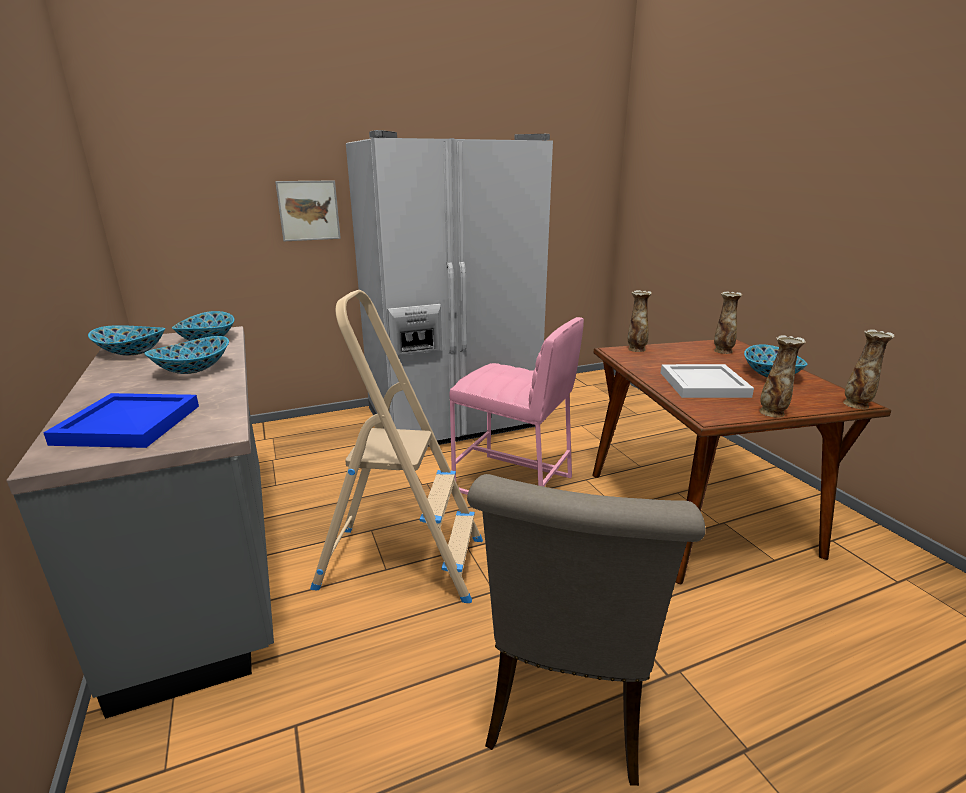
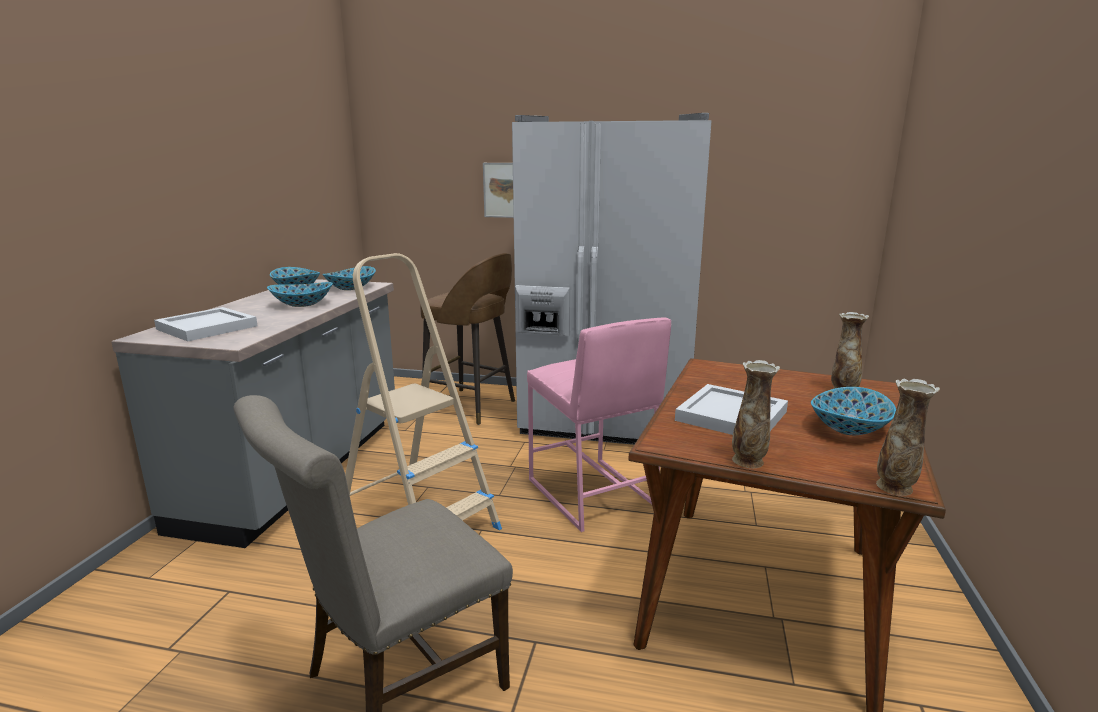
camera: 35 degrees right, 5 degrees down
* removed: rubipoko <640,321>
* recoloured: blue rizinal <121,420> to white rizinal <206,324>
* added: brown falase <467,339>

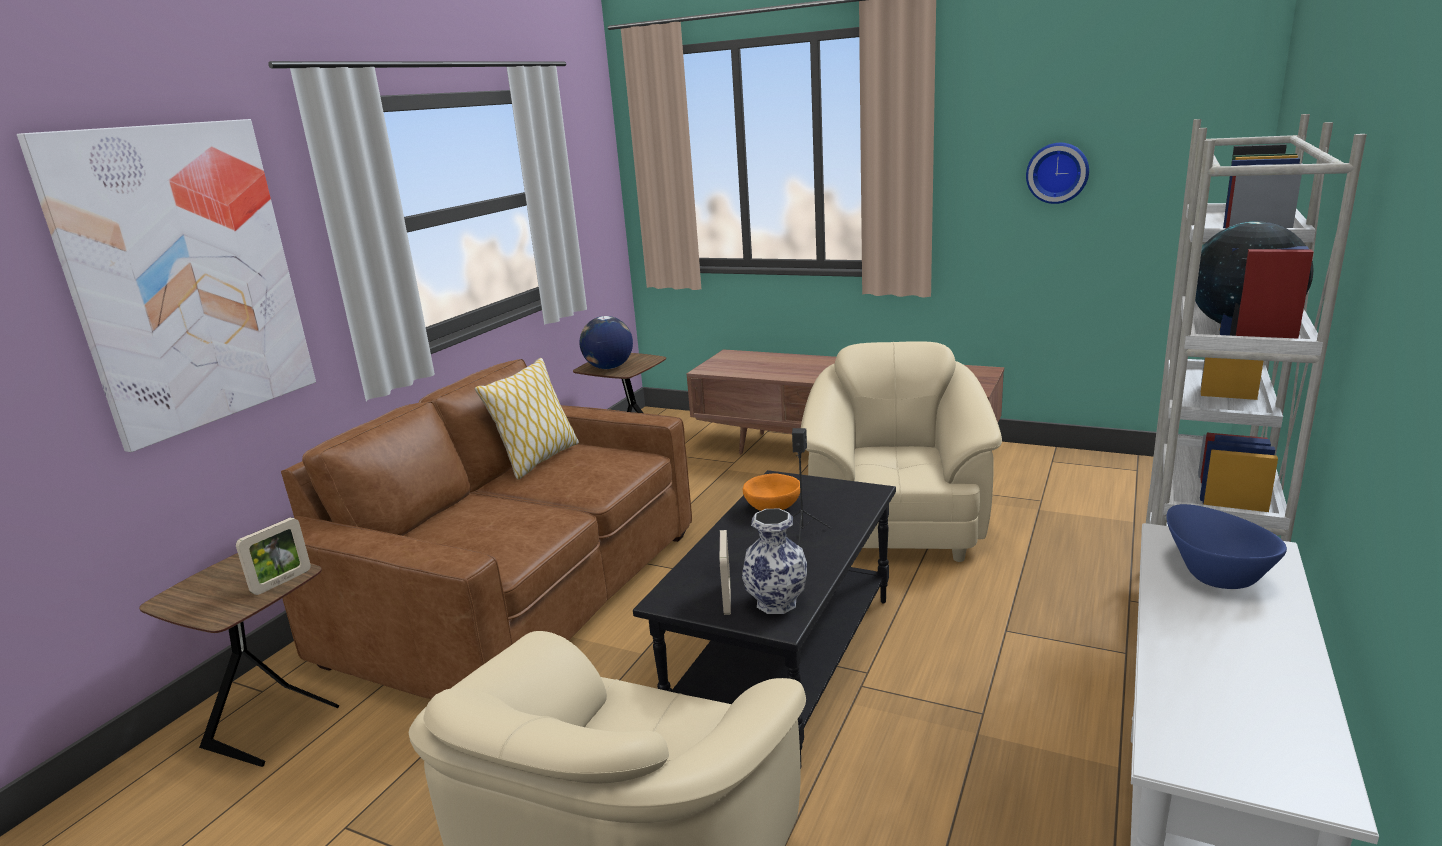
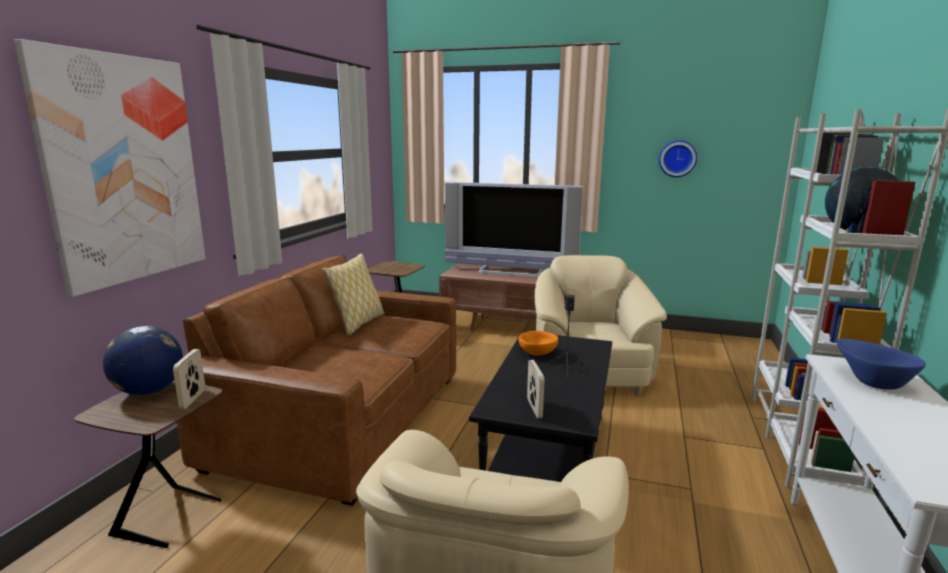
camera: 10 degrees left, 5 degrees down
* moved: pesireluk <606,342> to <143,360>
* removed: rubipoko <774,561>
* turned: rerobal <273,556> = <189,379> 150 degrees clockwise
* added: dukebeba <514,229>

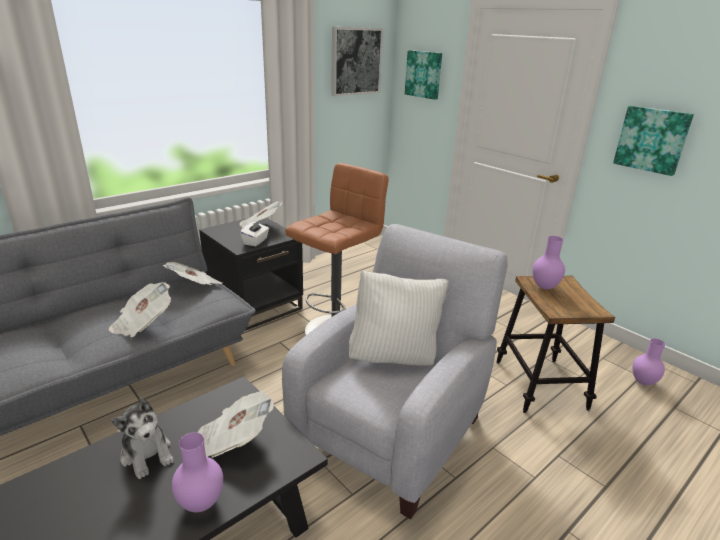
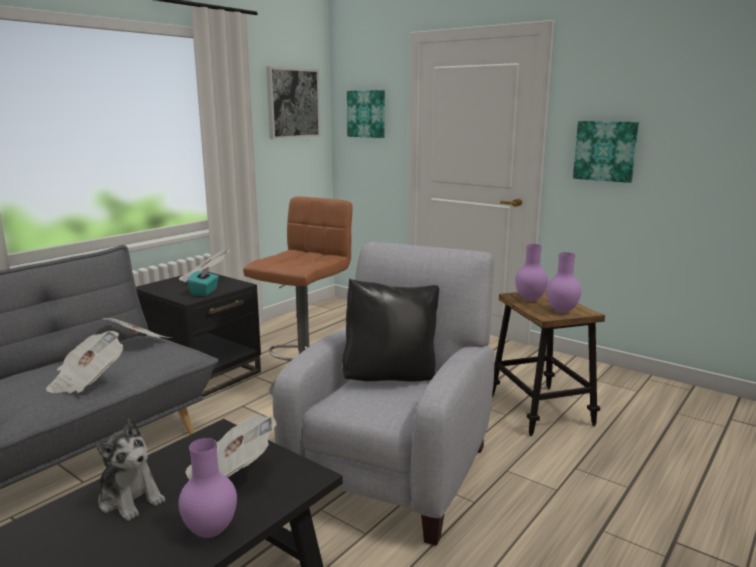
camera: 10 degrees left, 10 degrees down
* recoloured: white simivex <254,233> to turquoise simivex <203,281>
* recoloured: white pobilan <399,318> to black pobilan <390,330>
* moved: purple rubipoko <648,361> to <564,282>

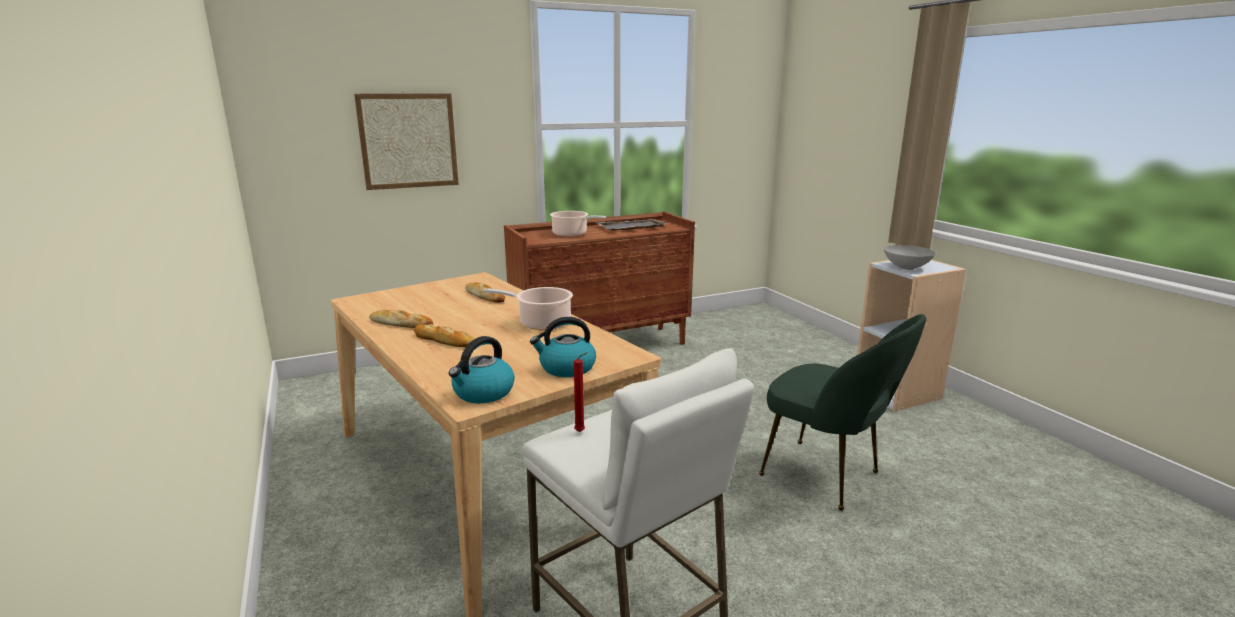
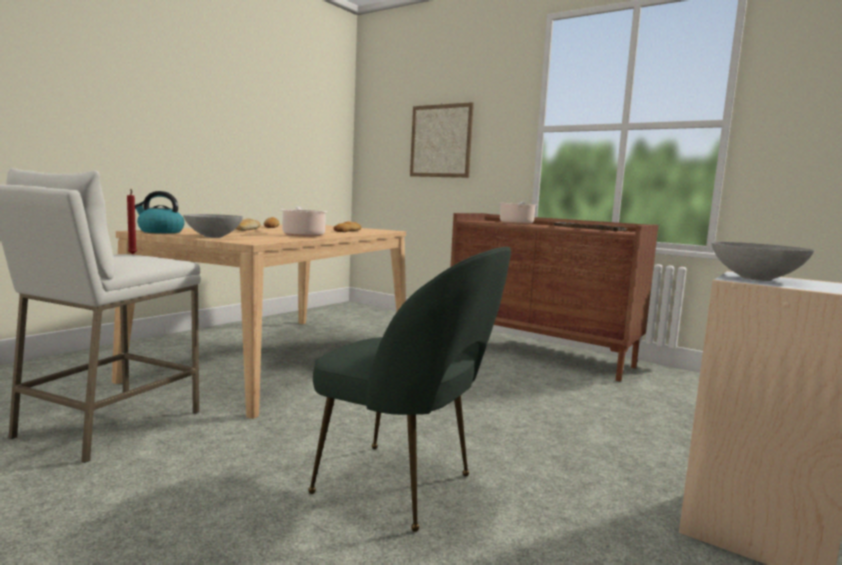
camera: 60 degrees right, 10 degrees down
* turned: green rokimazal <843,412> = <409,389> 75 degrees counterclockwise
* replaced: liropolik <563,347> to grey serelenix <213,226>

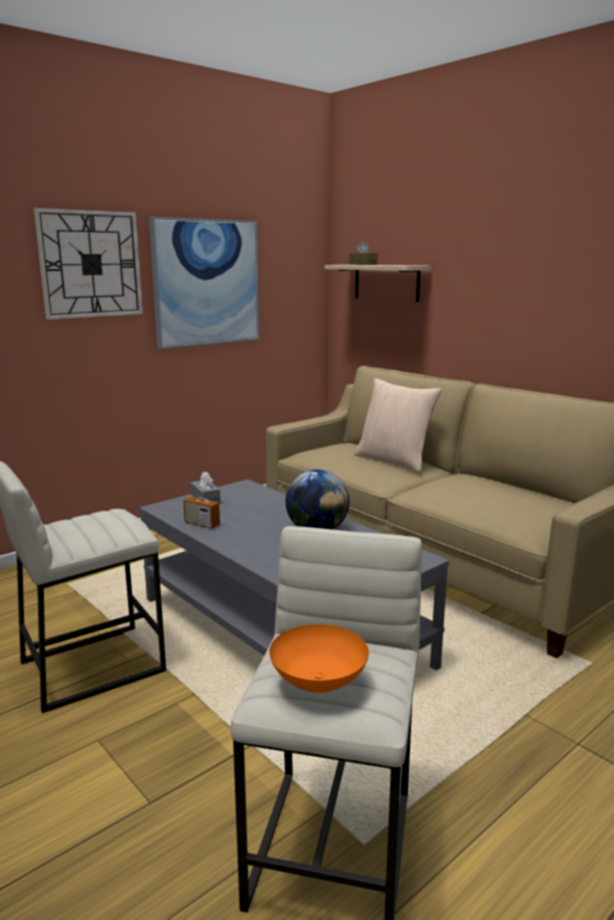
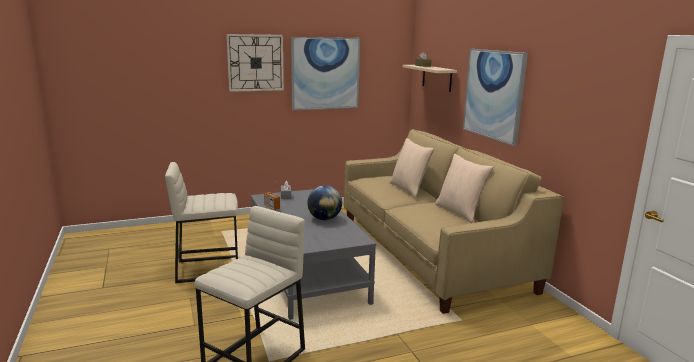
camera: 20 degrees right, 0 degrees up
* removed: orange serelenix <319,658>
* added: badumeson <495,97>
* added: beige pobilan <464,188>

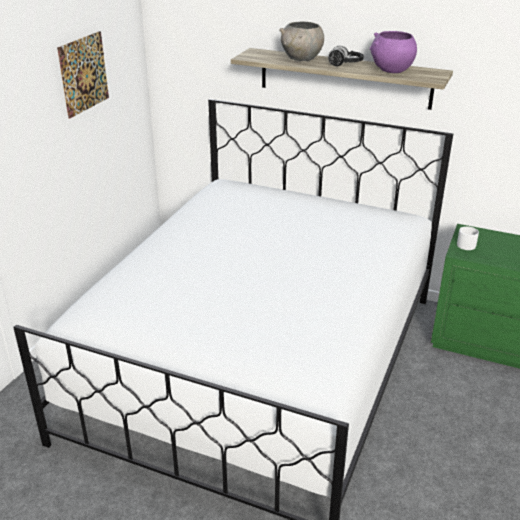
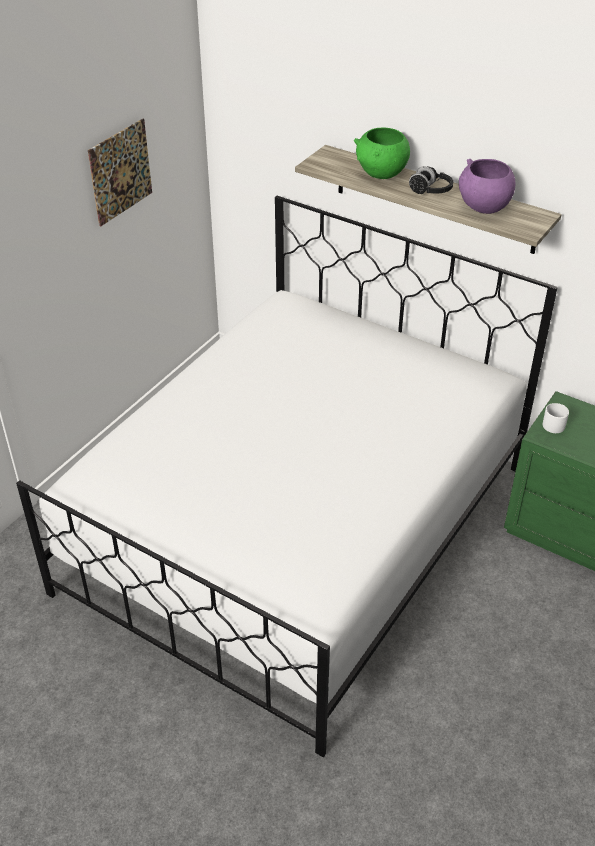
camera: 10 degrees right, 10 degrees up
* recoloured: grey serelenix <301,41> to green serelenix <382,153>

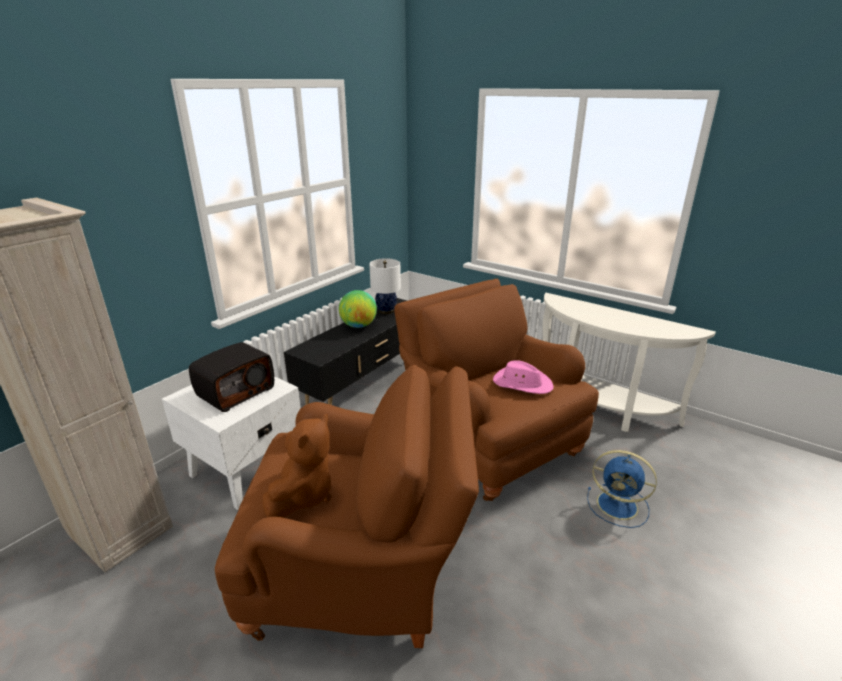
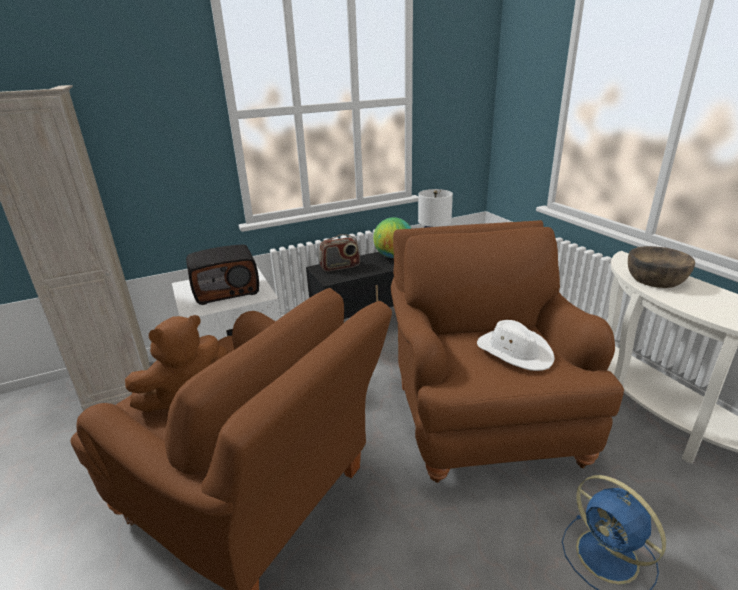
camera: 30 degrees right, 0 degrees up
* recoloured: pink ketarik <523,377> to white ketarik <516,345>
* added: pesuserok <339,252>
* added: brown serelenix <661,267>

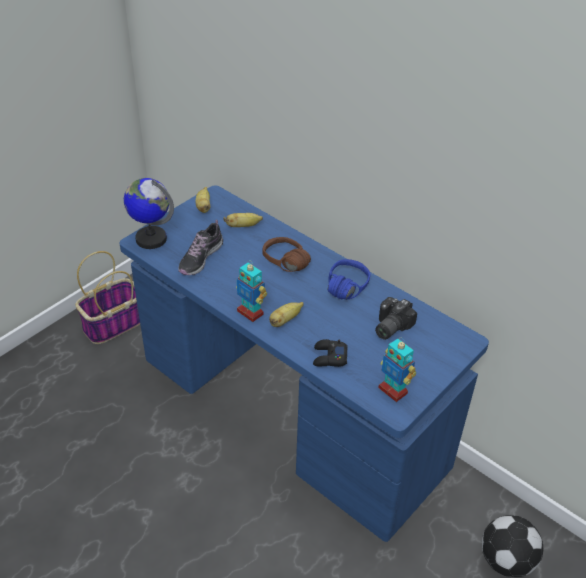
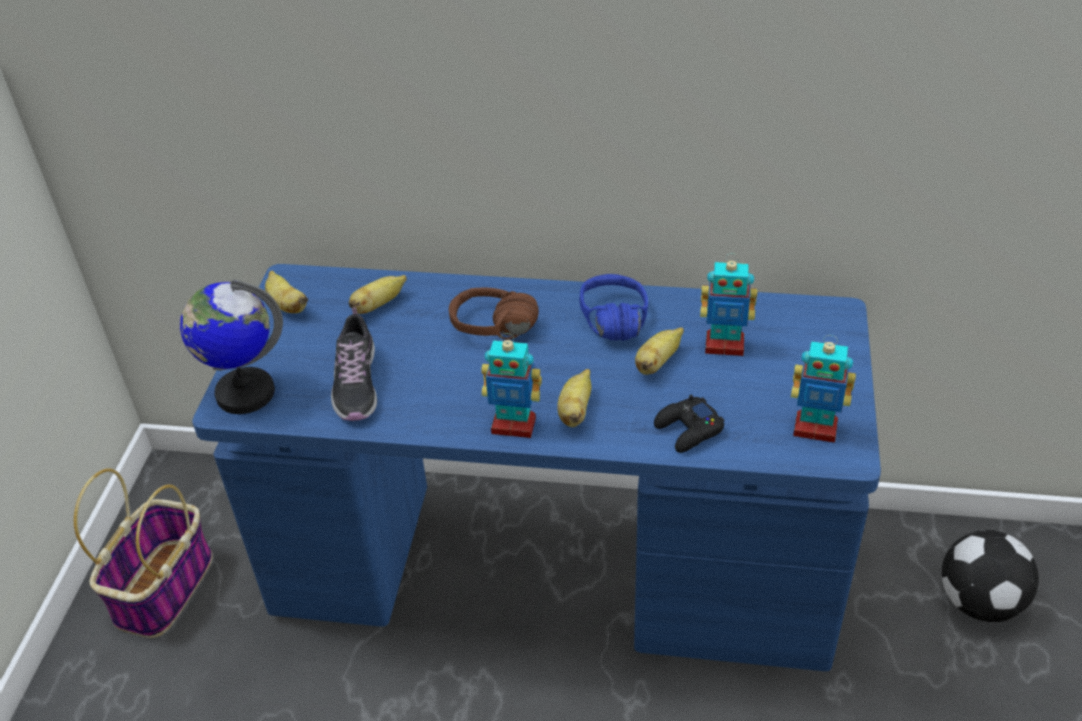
camera: 30 degrees left, 0 degrees up
* replaced: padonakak <396,318> to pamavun <728,304>
* added: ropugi <659,351>

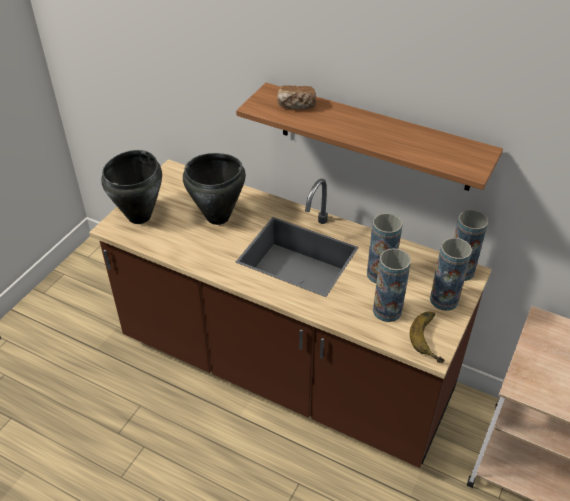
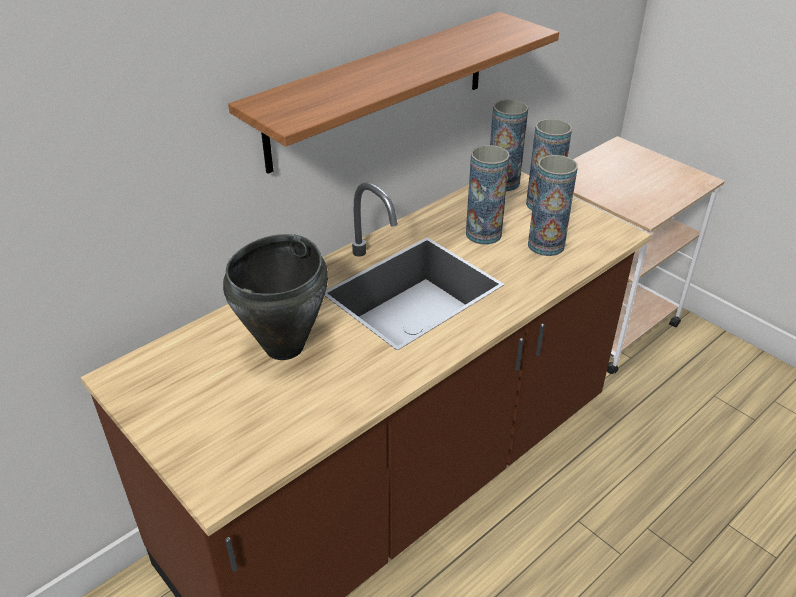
camera: 70 degrees left, 5 degrees down
* removed: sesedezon <296,97>
* removed: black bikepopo <131,187>
* removed: ropugi <427,337>

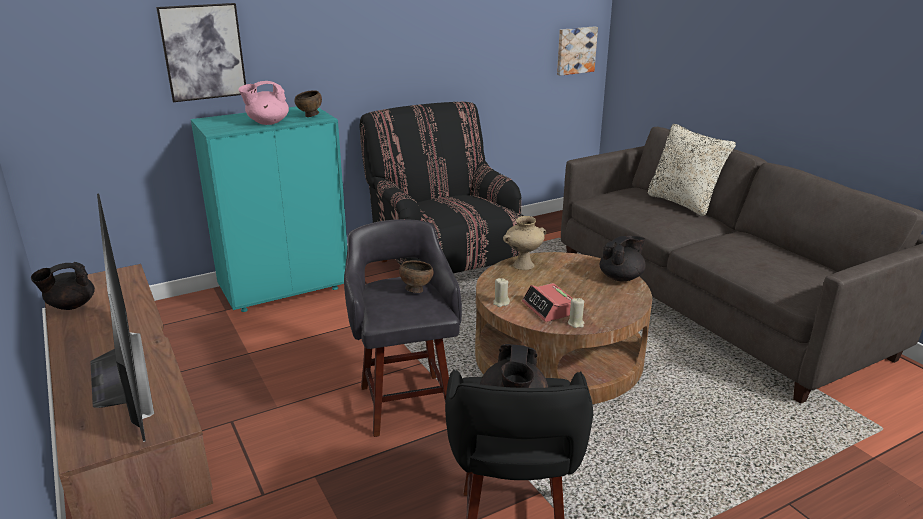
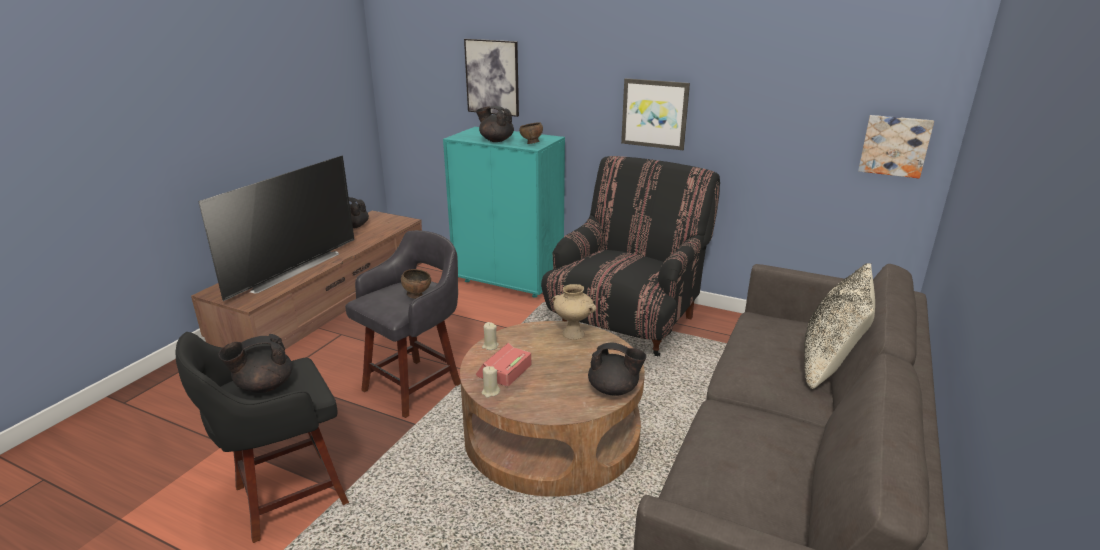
camera: 55 degrees right, 0 degrees up
* recoloured: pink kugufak <263,103> to black kugufak <495,124>
* added: badumeson <655,114>

